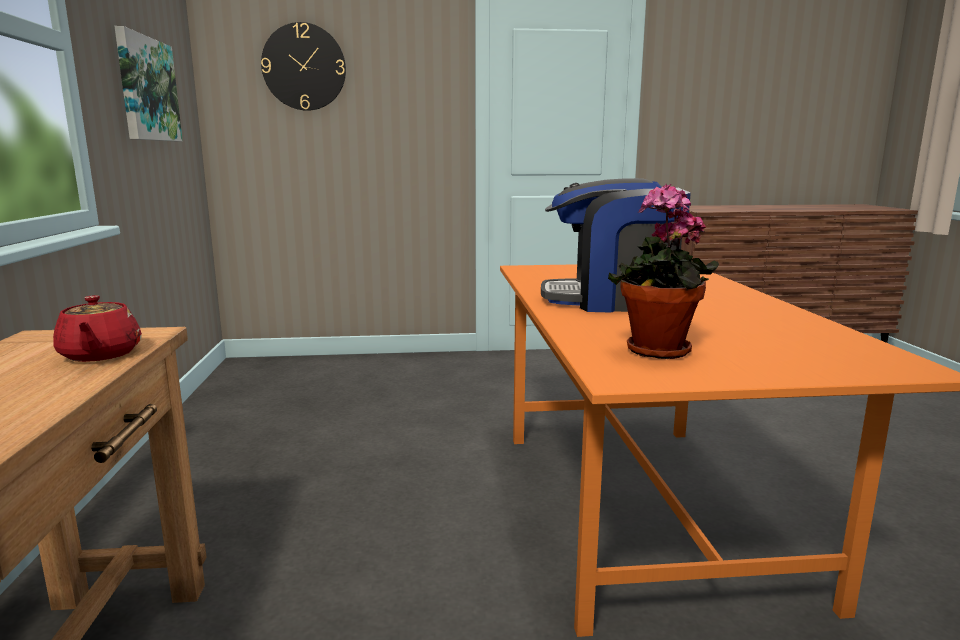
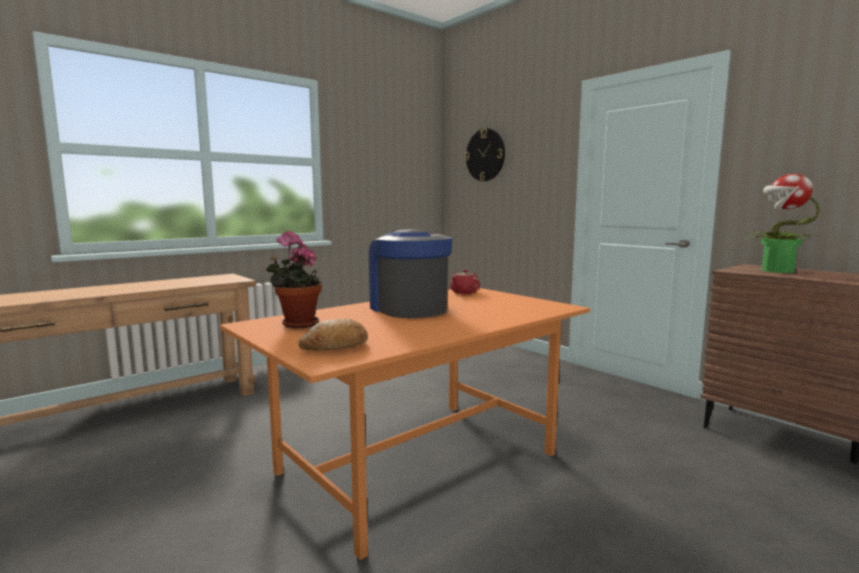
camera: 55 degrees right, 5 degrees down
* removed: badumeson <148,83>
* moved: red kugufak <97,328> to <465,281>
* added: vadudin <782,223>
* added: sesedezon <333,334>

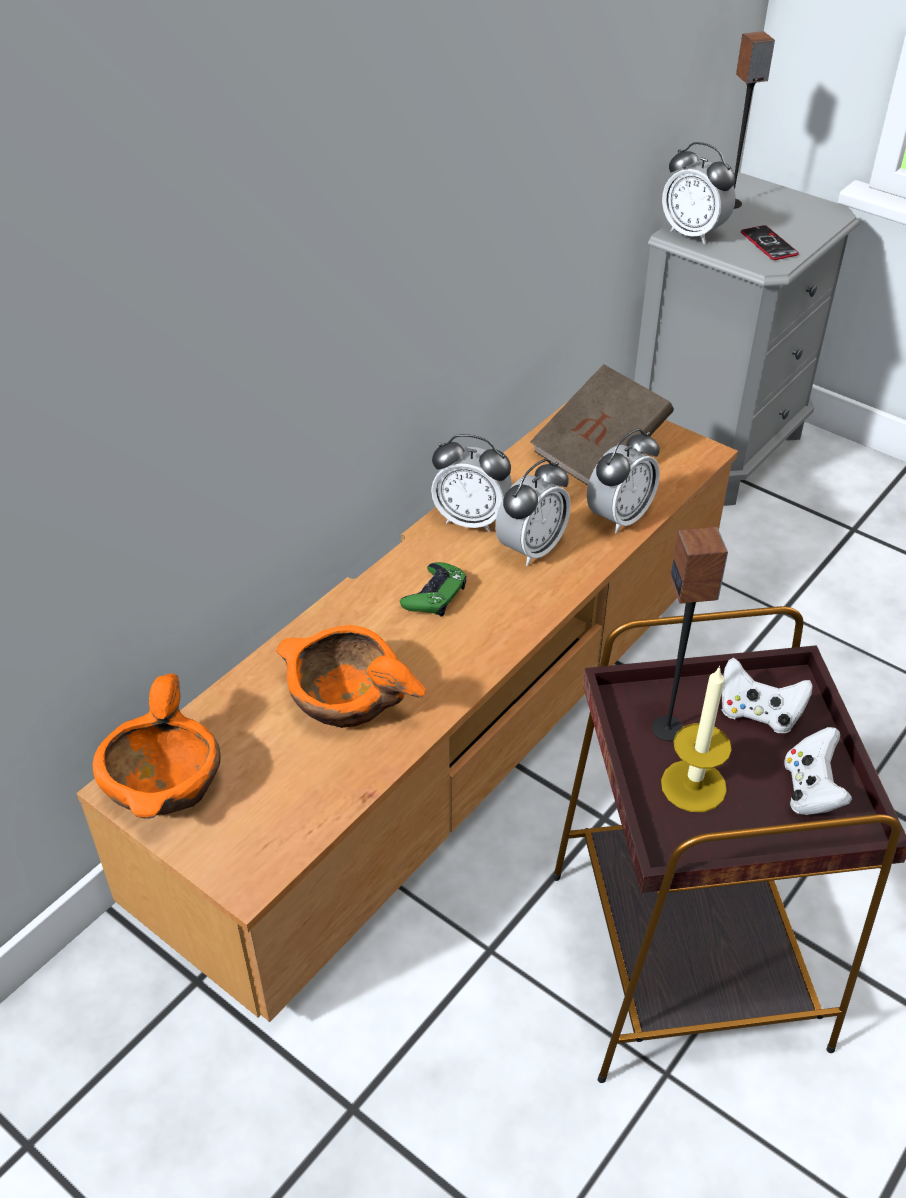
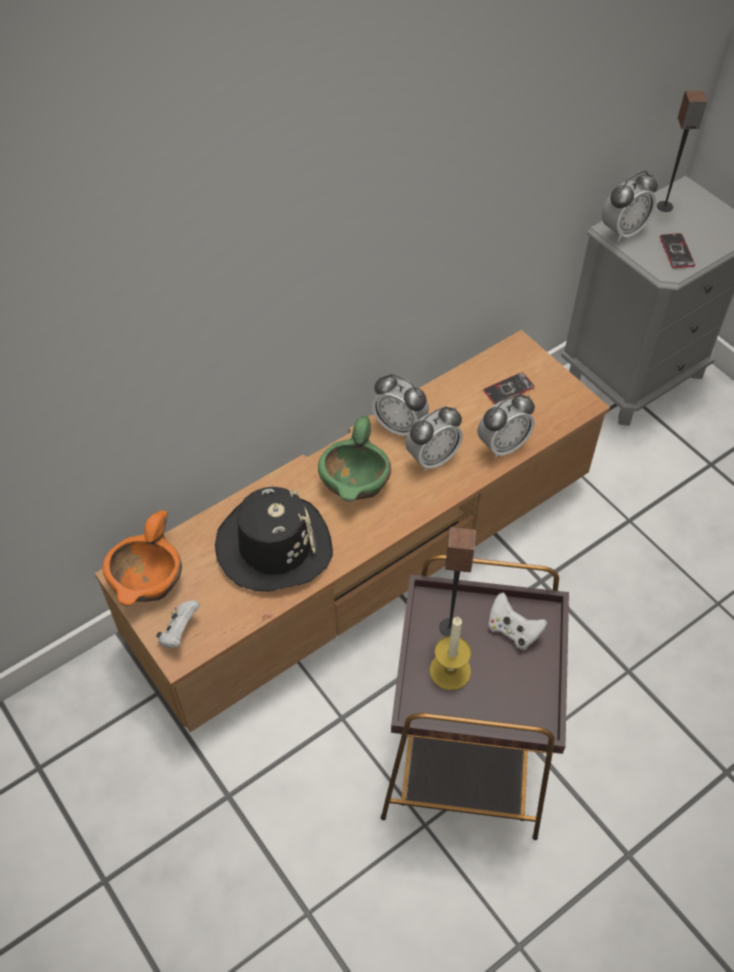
camera: 15 degrees right, 10 degrees up
* turned: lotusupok <699,193> = <630,206> 90 degrees counterclockwise
* replaced: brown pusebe <602,425> to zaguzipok <508,388>
* replaced: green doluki <433,589> to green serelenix <354,459>
* replaced: orange serelenix <351,676> to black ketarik <274,539>
* moved: white doluki <818,771> to <178,624>

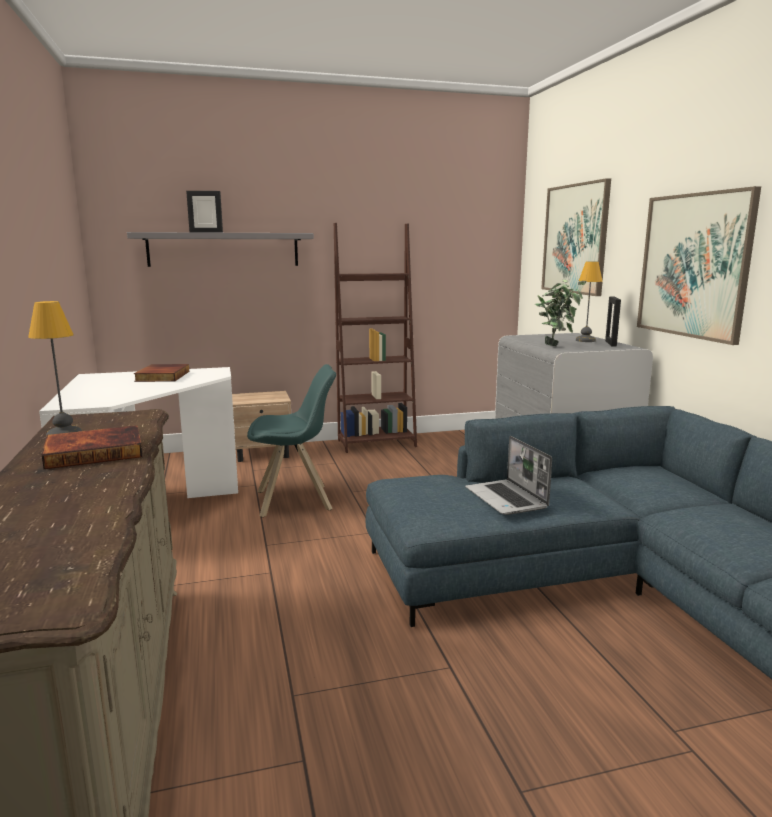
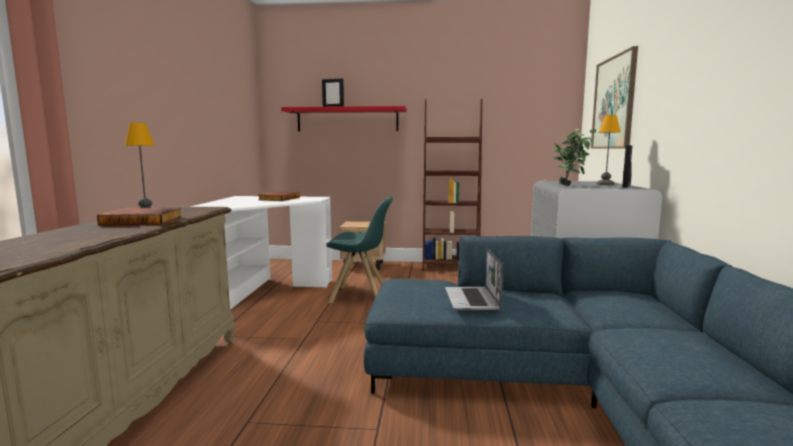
camera: 20 degrees right, 5 degrees down
* removed: badumeson <699,265>
* recoloured: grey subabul <220,249> to red subabul <344,119>

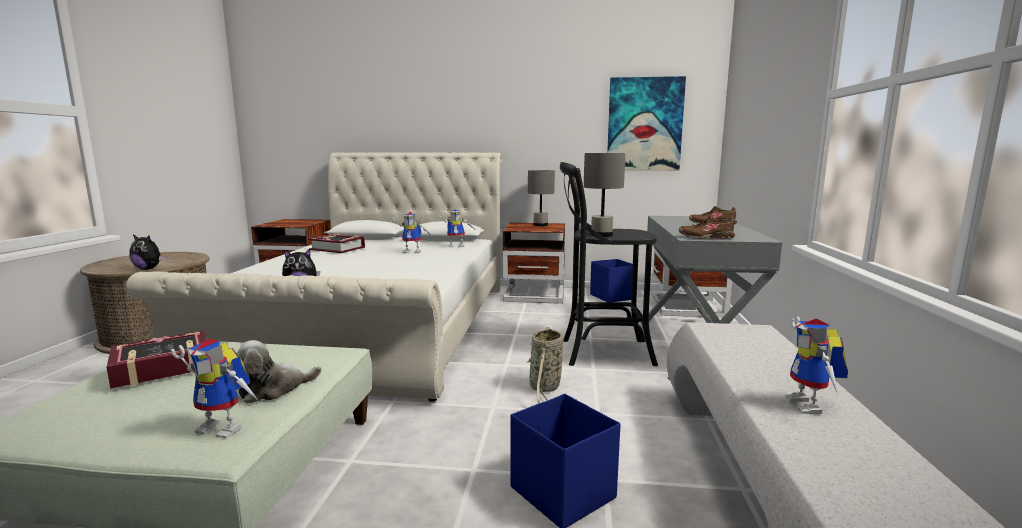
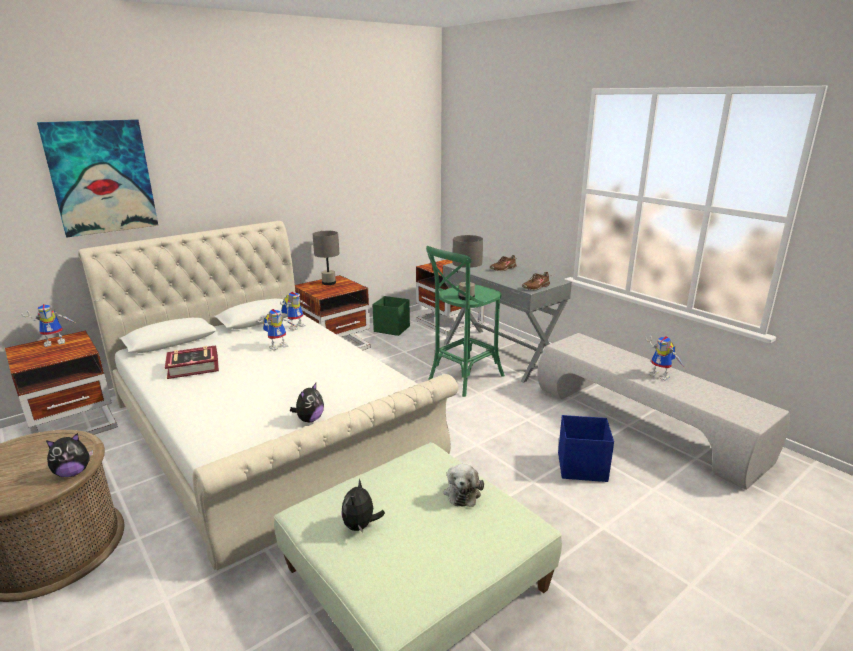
camera: 45 degrees left, 10 degrees up
* moved: badumeson <646,123> to <97,178>
* recoloured: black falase <609,264> to green falase <465,321>
* recoloured: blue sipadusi <611,280> to green sipadusi <391,316>
* removed: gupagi <545,365>
* replaced: pusebe <157,360> to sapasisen <363,506>
* moved: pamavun <214,388> to <48,325>

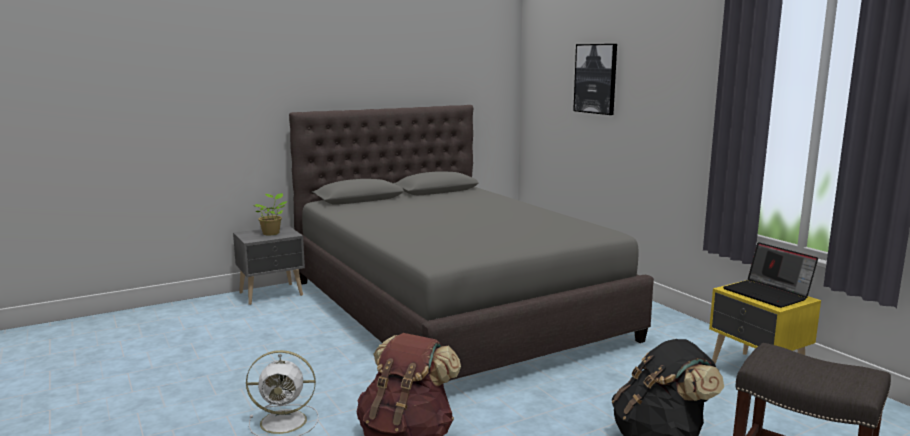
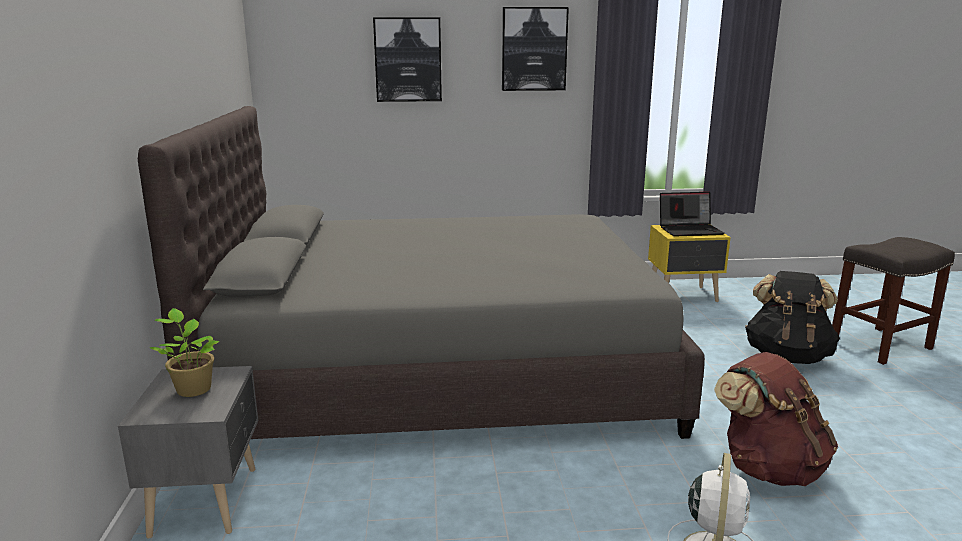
camera: 65 degrees left, 5 degrees up
* added: badumeson <535,49>

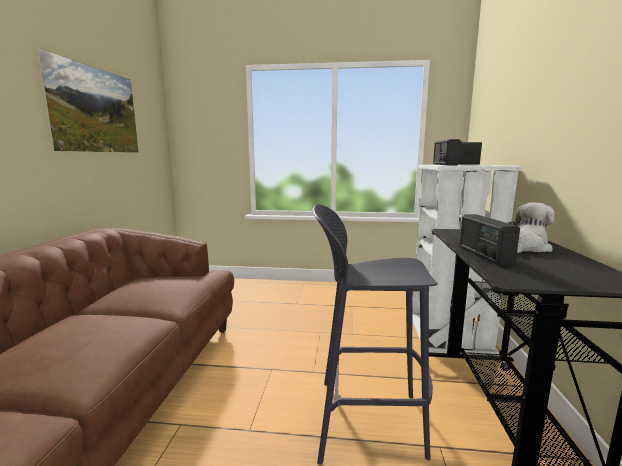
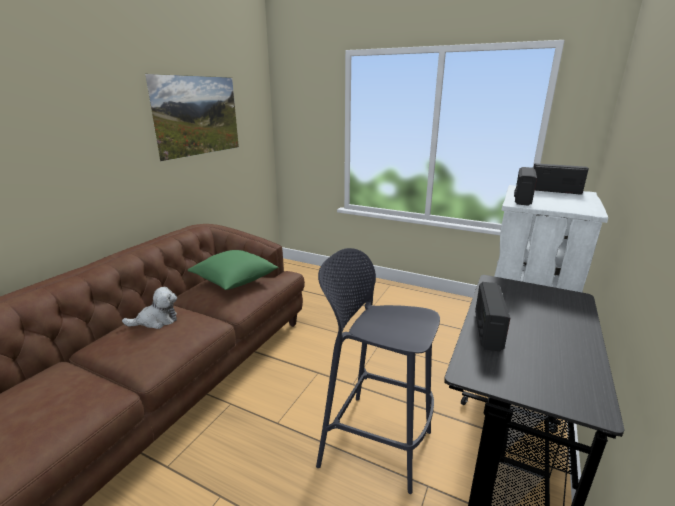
camera: 20 degrees right, 10 degrees up
* moved: sapasisen <531,228> to <149,308>
* added: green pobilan <233,270>

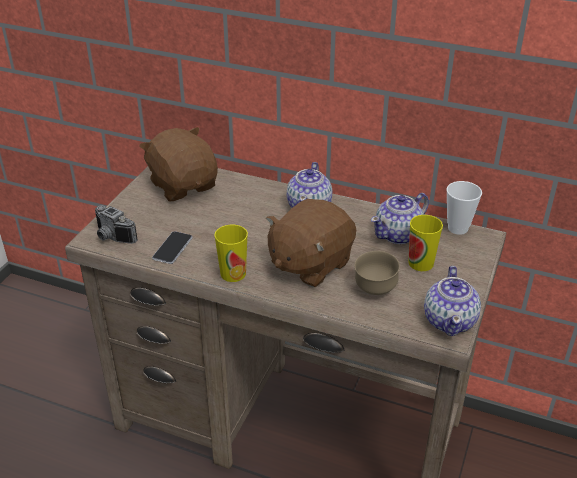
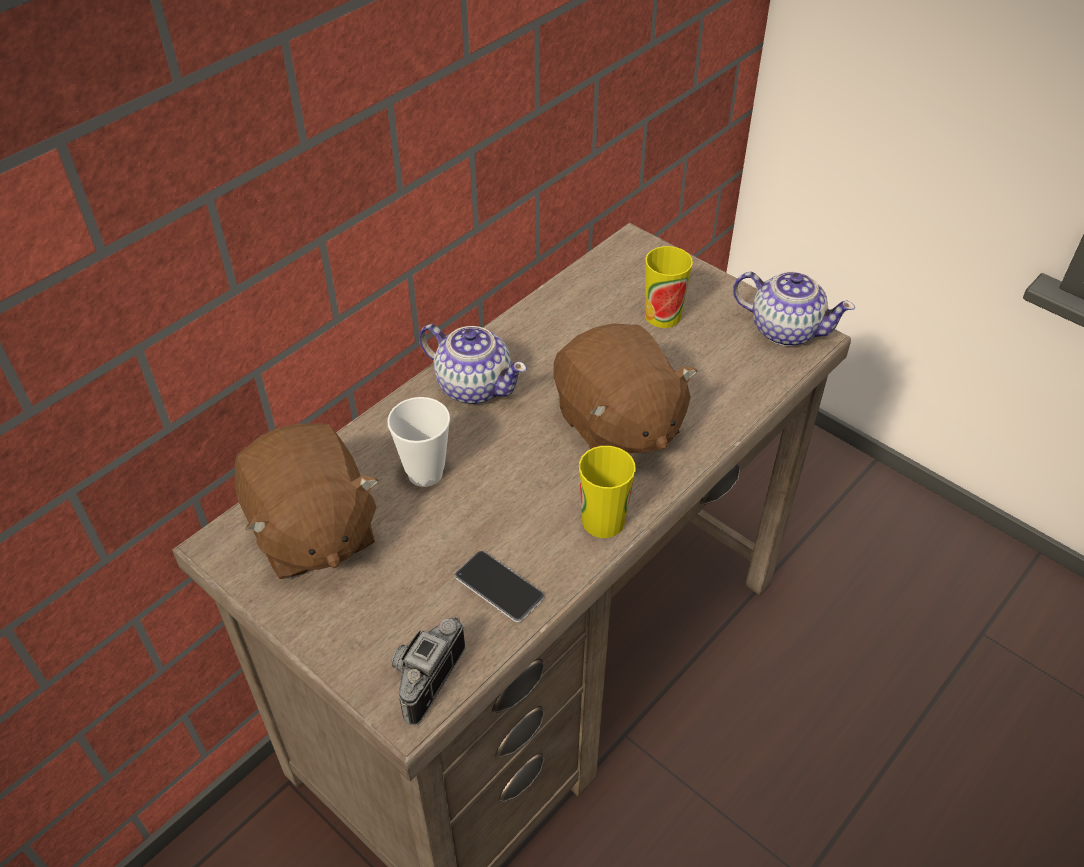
camera: 70 degrees left, 10 degrees up
* turned: brown sapasisen <178,164> = <307,501> 105 degrees counterclockwise
* moved: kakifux <464,208> to <418,442>
* removed: kugufak <400,218>
* turned: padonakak <116,224> = <428,671> 150 degrees clockwise
* removed: brown serelenix <377,273>

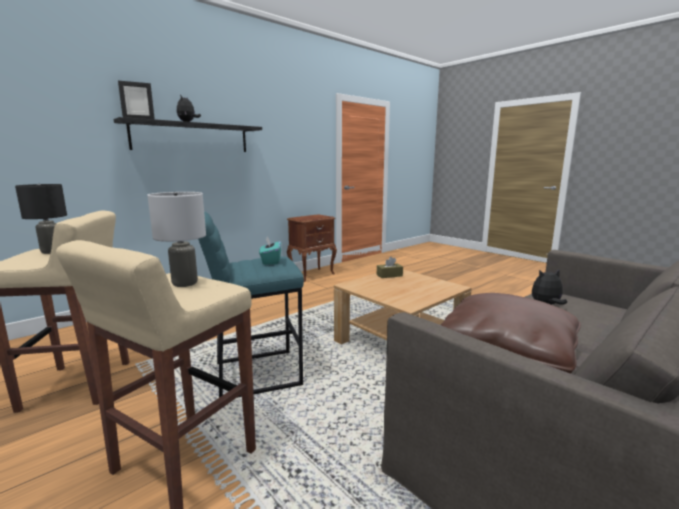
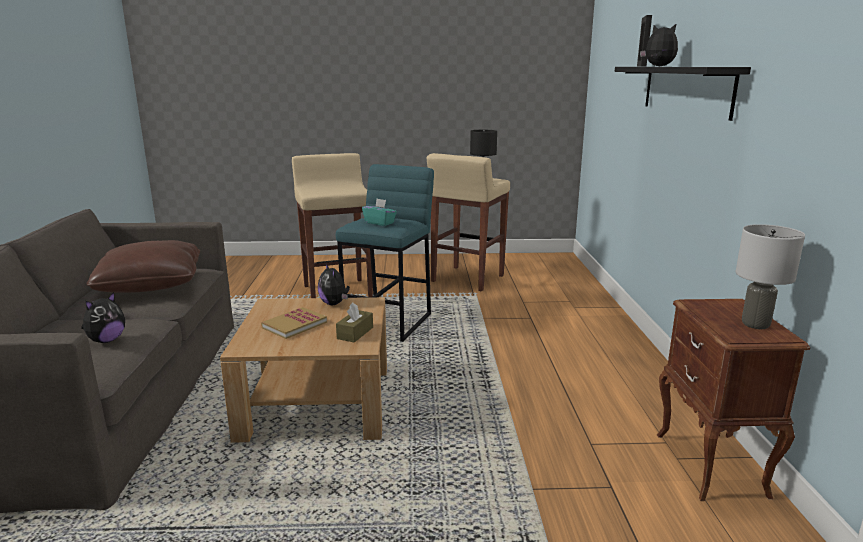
camera: 130 degrees right, 5 degrees up
* moved: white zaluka <176,239> to <770,276>
* added: sapasisen <334,284>
* added: pusebe <294,323>

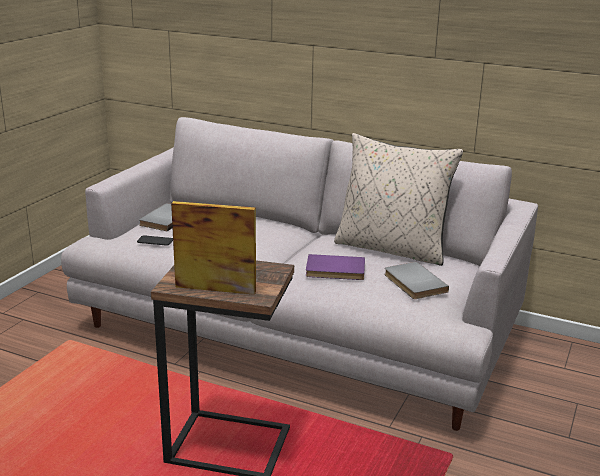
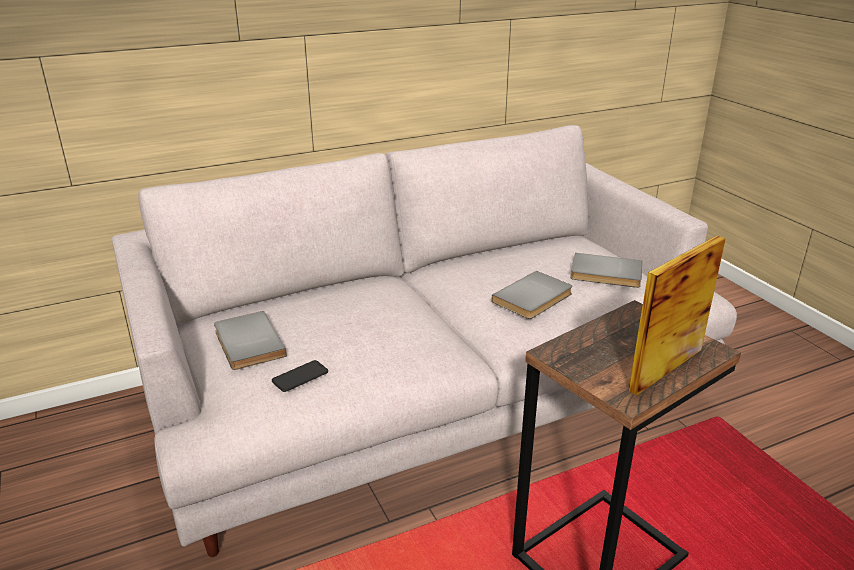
camera: 50 degrees left, 5 degrees up
* removed: beige pobilan <398,199>
* recoloured: purple pusebe <335,267> to grey pusebe <532,295>

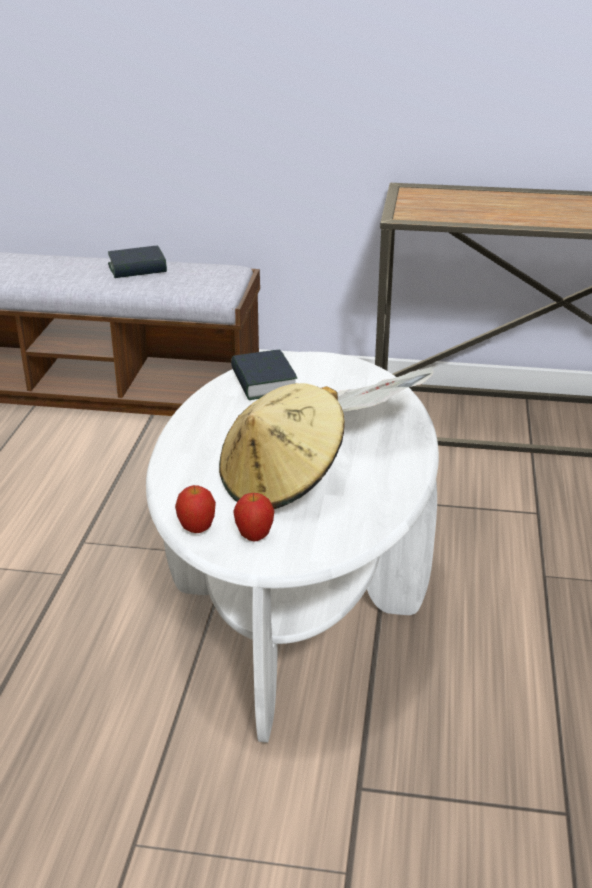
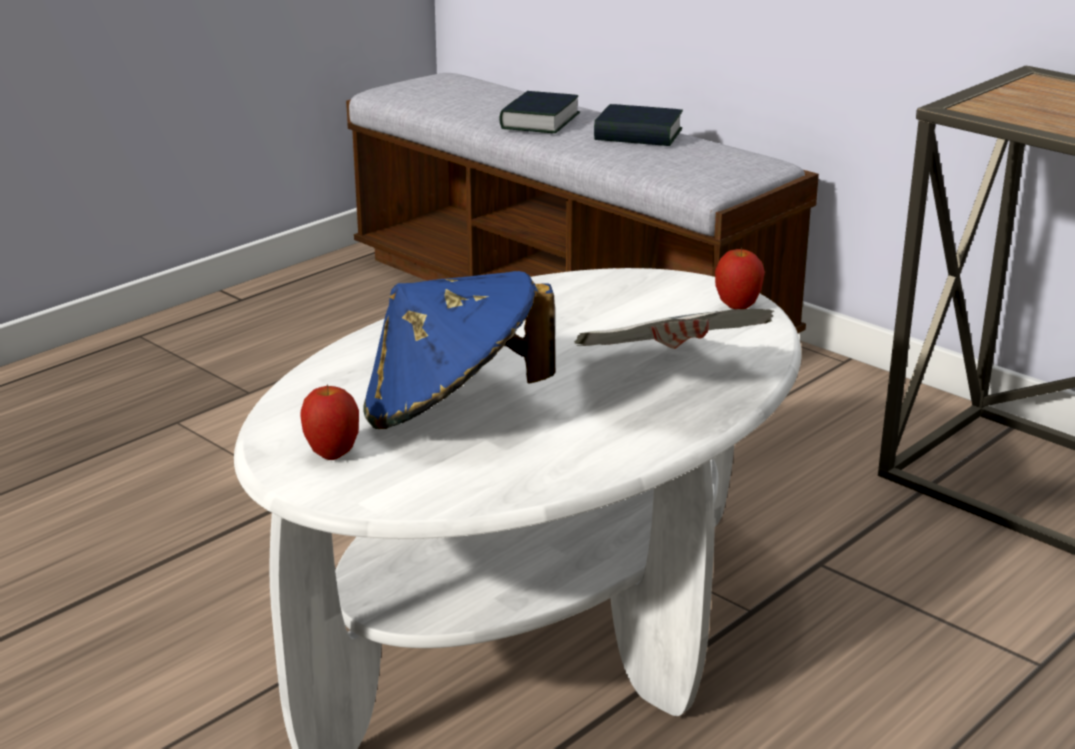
camera: 35 degrees right, 5 degrees down
* moved: pusebe <264,375> to <539,112>
* recoloured: beige ketarik <282,446> to blue ketarik <459,350>
* moved: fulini <195,509> to <740,278>

